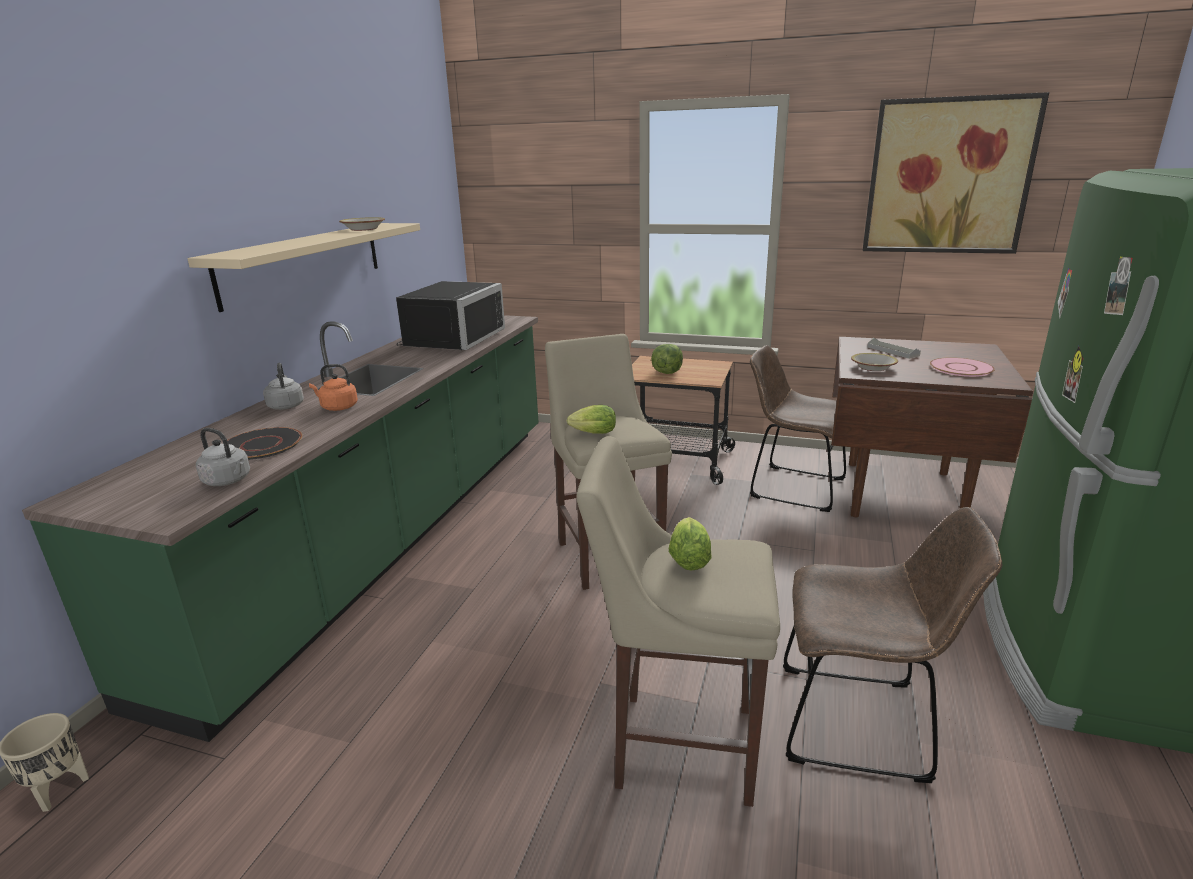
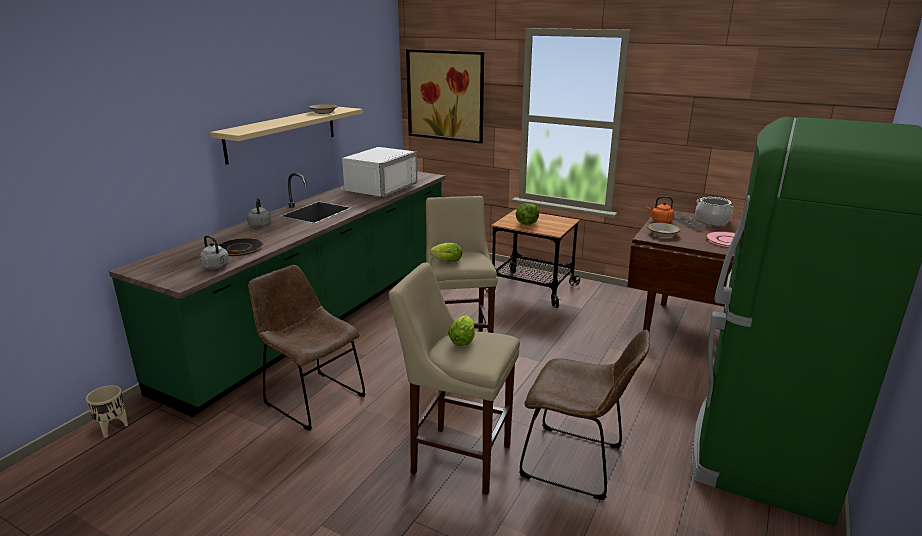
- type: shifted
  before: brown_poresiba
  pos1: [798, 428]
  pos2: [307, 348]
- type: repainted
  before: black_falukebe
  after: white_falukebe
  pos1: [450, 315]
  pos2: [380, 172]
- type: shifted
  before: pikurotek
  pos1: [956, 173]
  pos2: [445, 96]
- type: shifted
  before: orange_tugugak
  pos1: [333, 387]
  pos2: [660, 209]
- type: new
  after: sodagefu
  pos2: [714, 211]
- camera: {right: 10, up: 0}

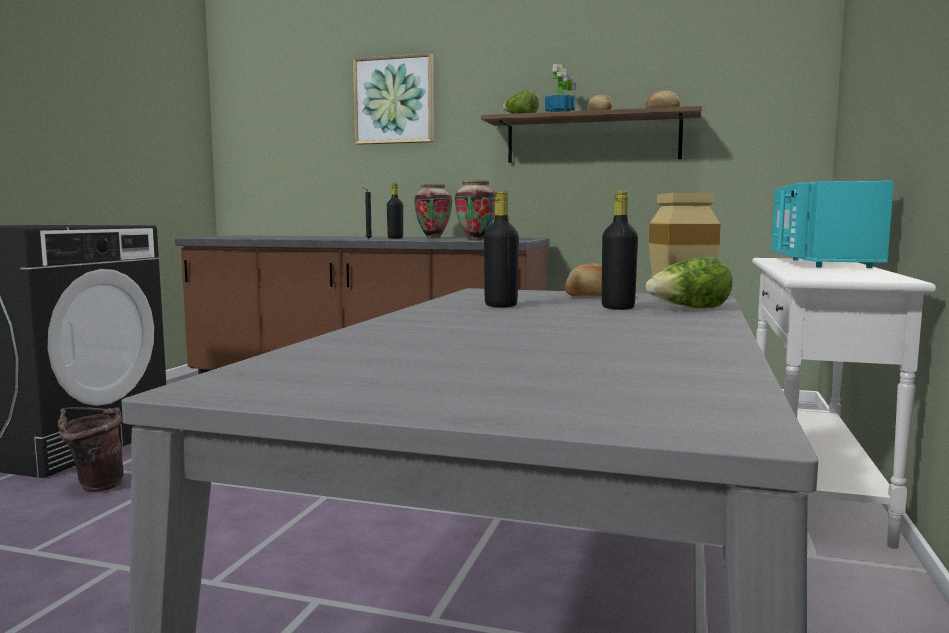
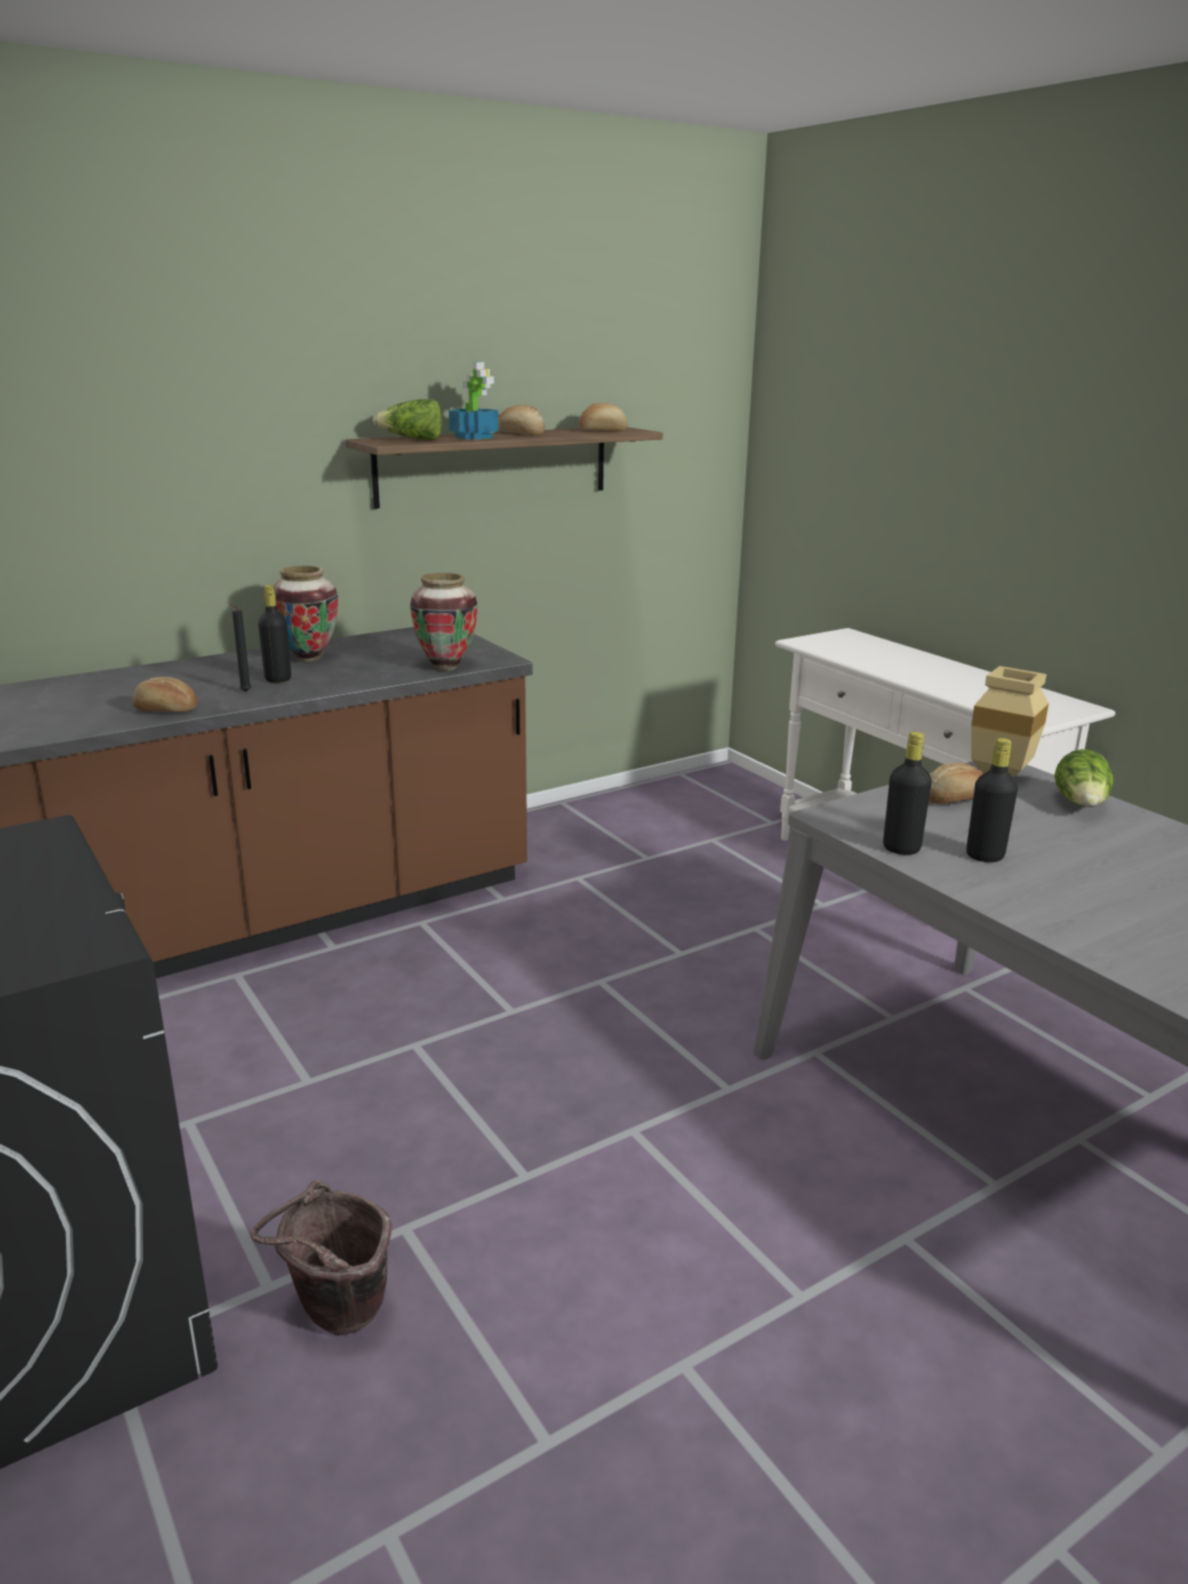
- type: new
  after: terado
  pos2: [165, 694]
- type: shifted
  before: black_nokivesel
  pos1: [620, 250]
  pos2: [907, 793]
- type: gone
  before: pikurotek
  pos1: [393, 99]
- type: gone
  before: turquoise_falukebe
  pos1: [832, 224]
- camera: {right: -50, up: 15}

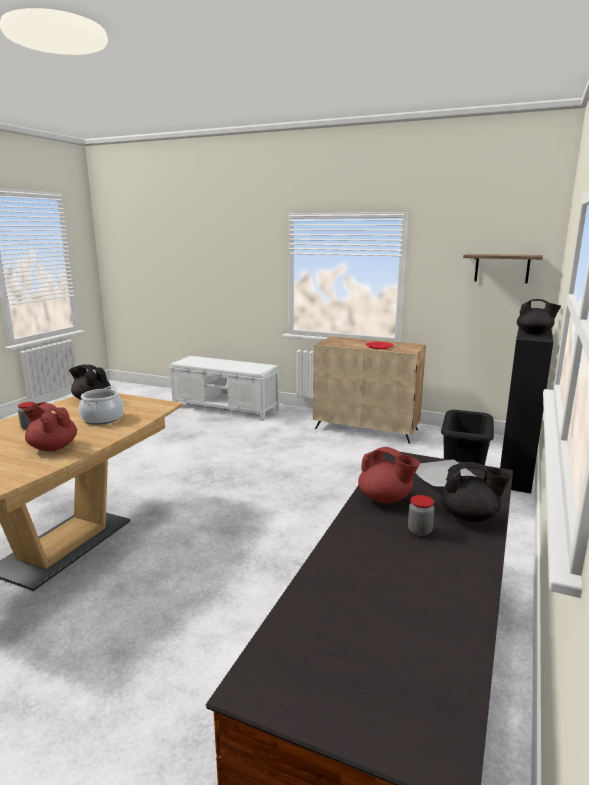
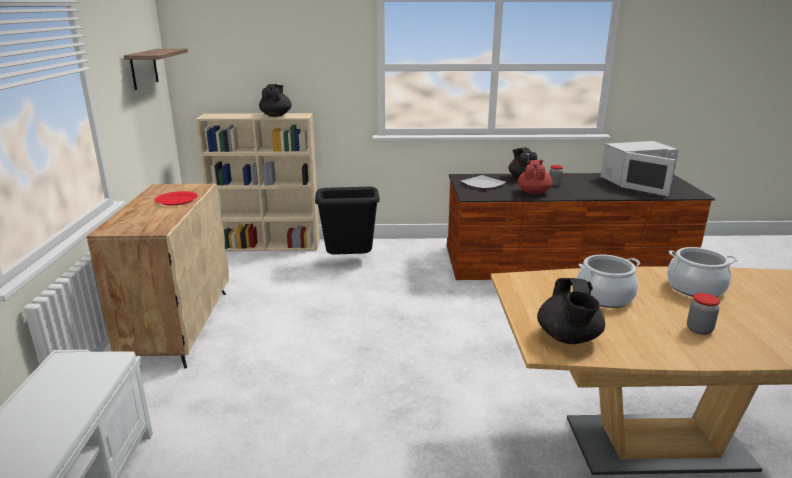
- type: repainted
  before: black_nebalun
  after: beige_nebalun
  pos1: [526, 410]
  pos2: [258, 182]
- type: new
  after: white_falukebe
  pos2: [639, 169]
- type: swapped
  before: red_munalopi
  after: sodagefu
  pos1: [50, 426]
  pos2: [702, 272]
- camera: {right: -115, up: 5}

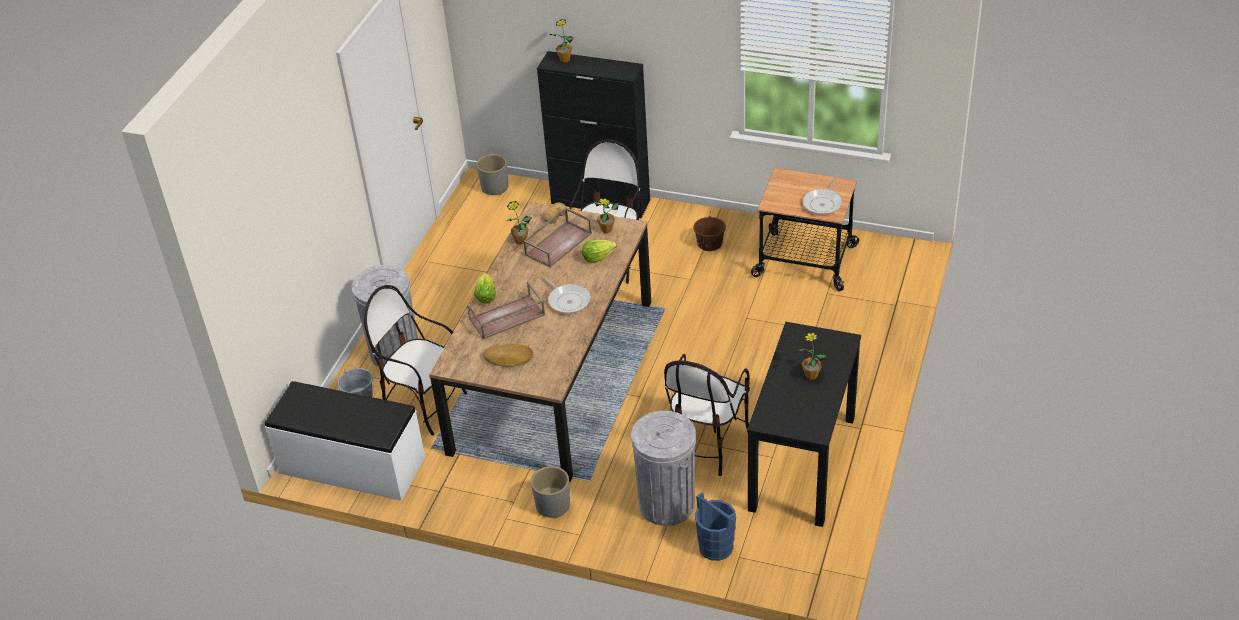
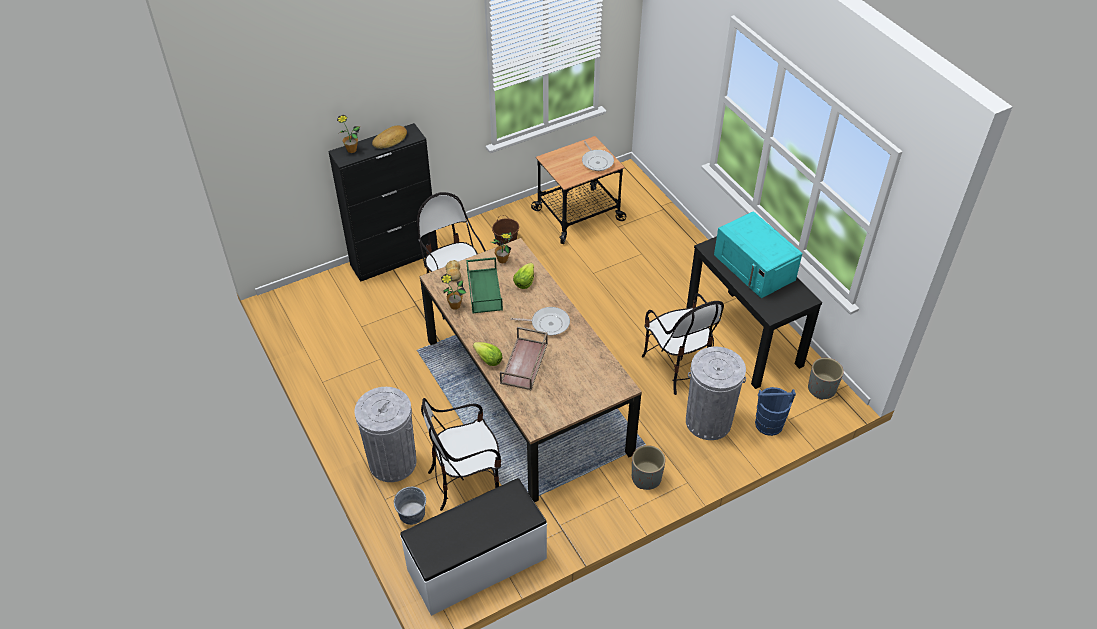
- type: shifted
  before: terado
  pos1: [508, 355]
  pos2: [389, 137]
- type: repainted
  before: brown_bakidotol
  after: green_bakidotol
  pos1: [557, 237]
  pos2: [484, 285]
- type: swapped
  before: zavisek
  after: turquoise_falukebe
  pos1: [813, 356]
  pos2: [758, 254]
- type: shifted
  before: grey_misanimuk
  pos1: [493, 174]
  pos2: [826, 379]
- camera: {right: -50, up: 5}

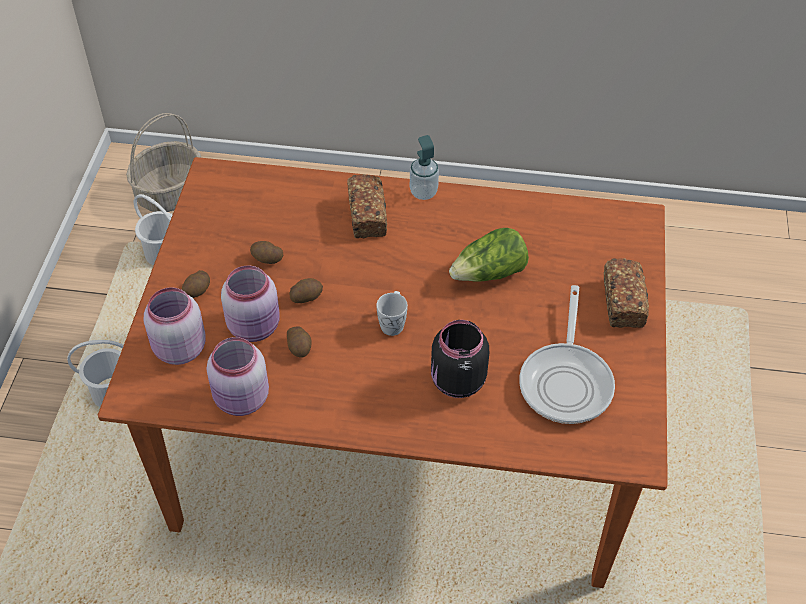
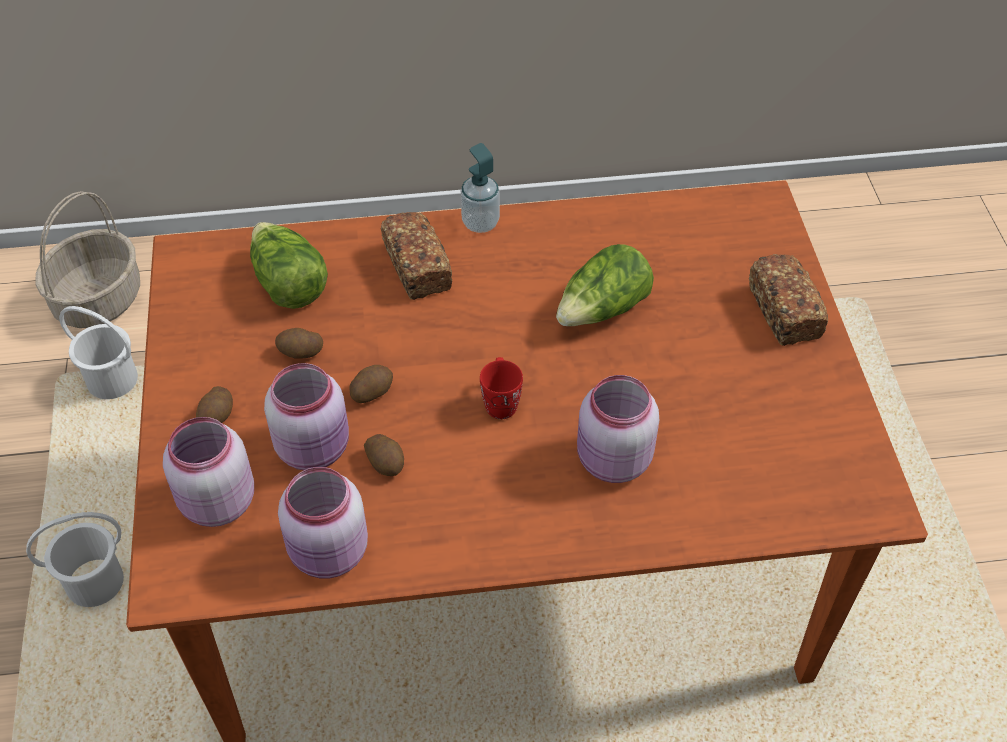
- type: new
  after: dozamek
  pos2: [289, 265]
- type: repainted
  before: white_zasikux
  after: red_zasikux
  pos1: [392, 313]
  pos2: [501, 388]
- type: repainted
  before: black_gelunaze
  after: pink_gelunaze
  pos1: [460, 359]
  pos2: [618, 429]
- type: gone
  before: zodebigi
  pos1: [567, 354]
- camera: {right: -15, up: 0}

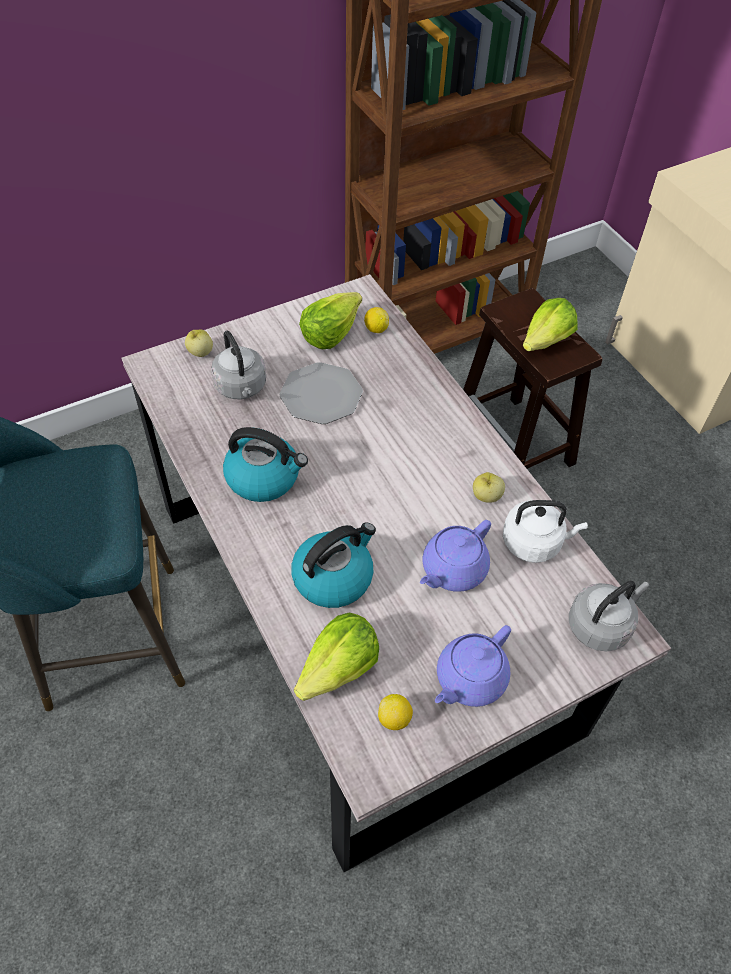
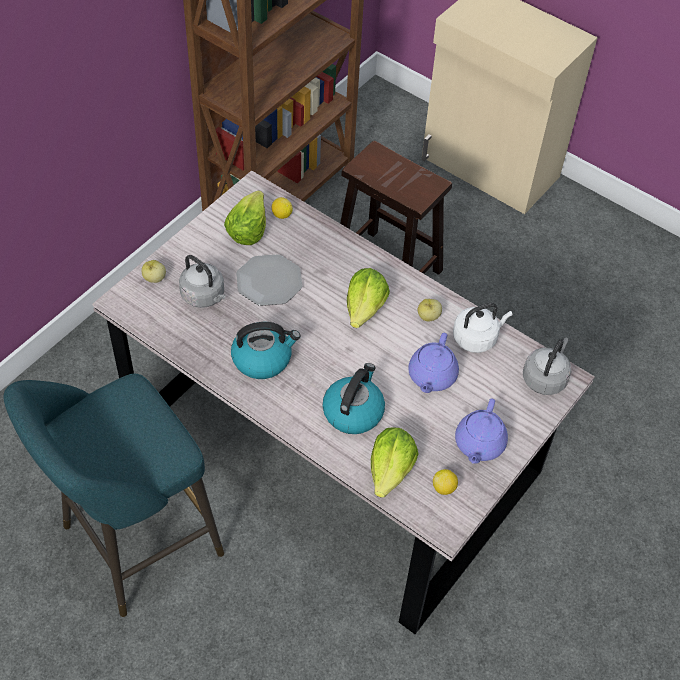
- type: shifted
  before: dozamek
  pos1: [550, 324]
  pos2: [368, 298]
- camera: {right: -25, up: 0}

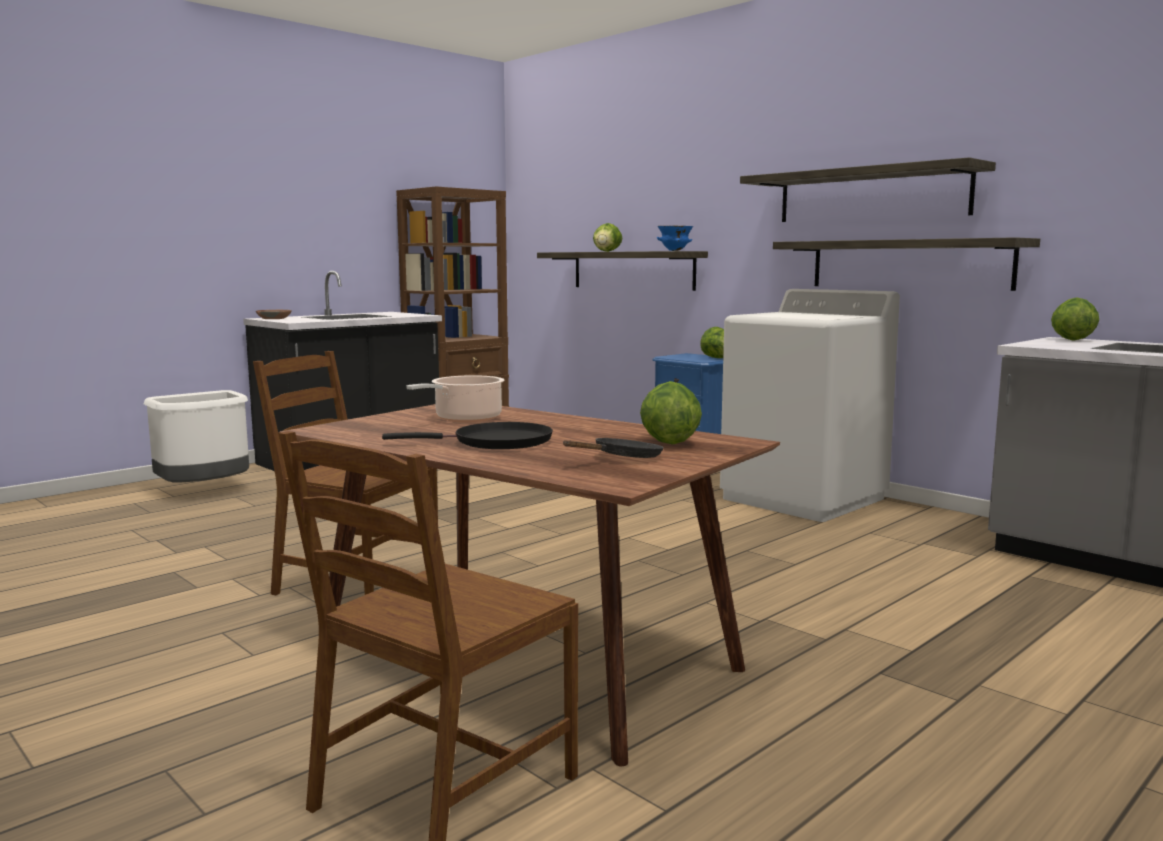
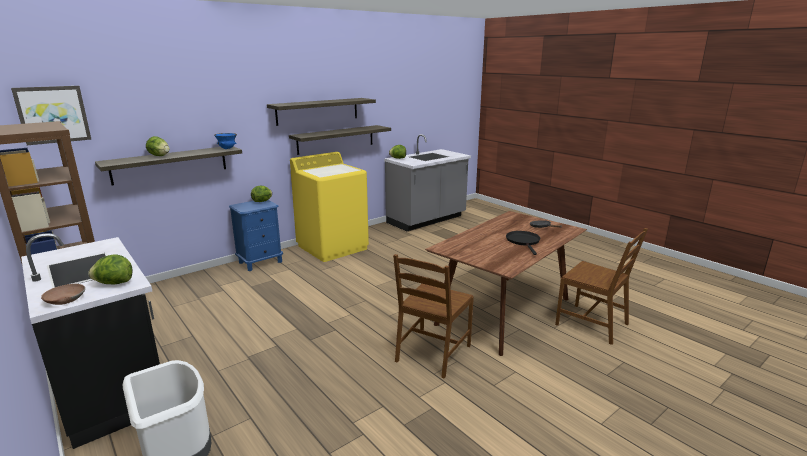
- type: new
  after: pikurotek
  pos2: [51, 115]
- type: shifted
  before: dozamek
  pos1: [671, 412]
  pos2: [110, 270]
- type: repainted
  before: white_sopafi
  after: yellow_sopafi
  pos1: [810, 405]
  pos2: [329, 207]
- type: gone
  before: sodagefu
  pos1: [455, 398]
- camera: {right: -85, up: 10}

